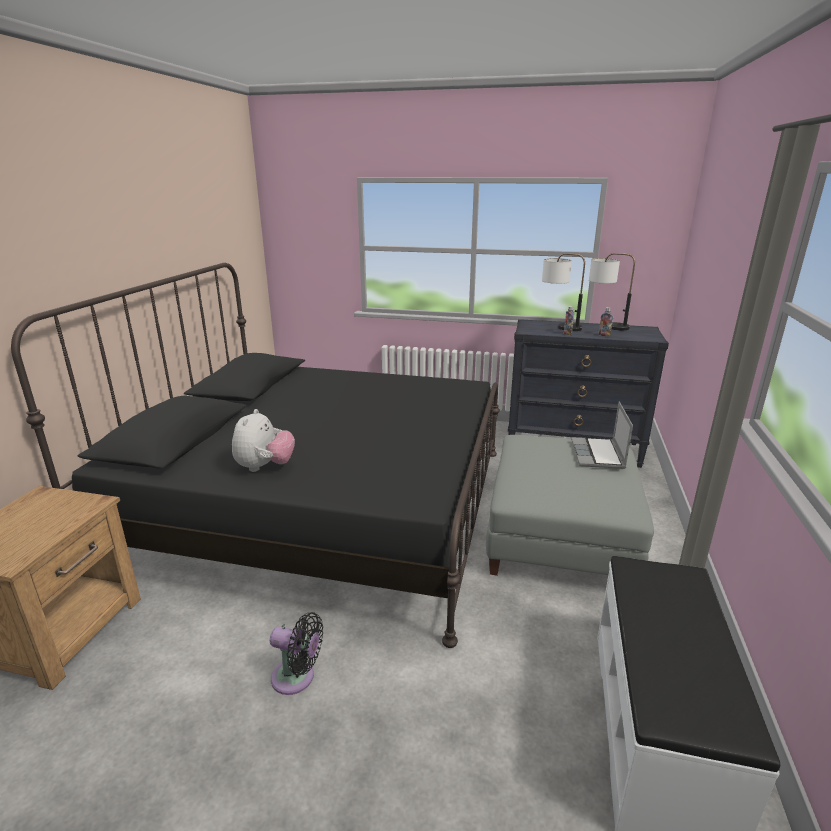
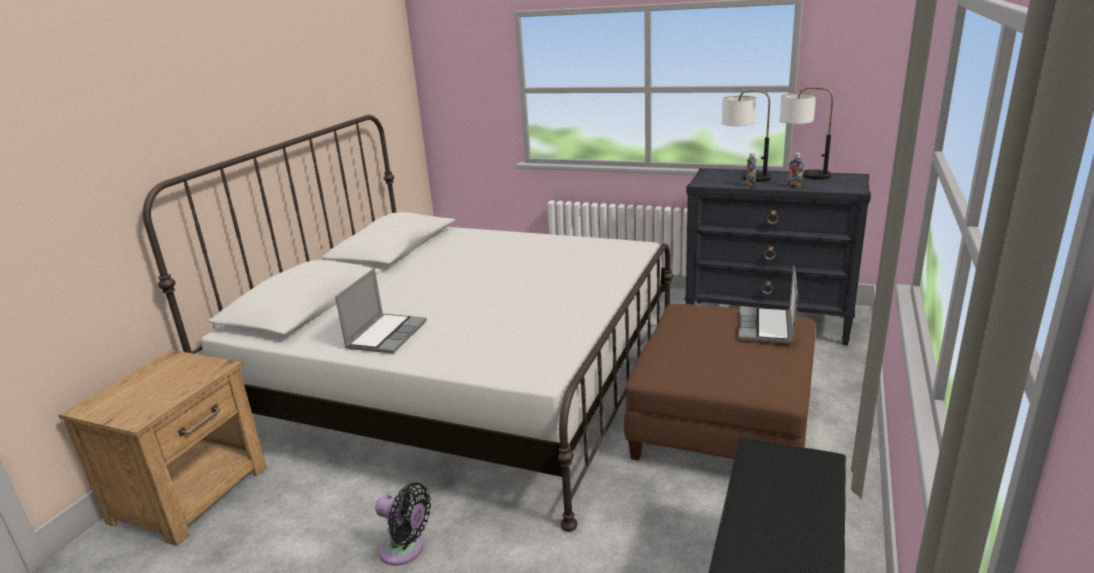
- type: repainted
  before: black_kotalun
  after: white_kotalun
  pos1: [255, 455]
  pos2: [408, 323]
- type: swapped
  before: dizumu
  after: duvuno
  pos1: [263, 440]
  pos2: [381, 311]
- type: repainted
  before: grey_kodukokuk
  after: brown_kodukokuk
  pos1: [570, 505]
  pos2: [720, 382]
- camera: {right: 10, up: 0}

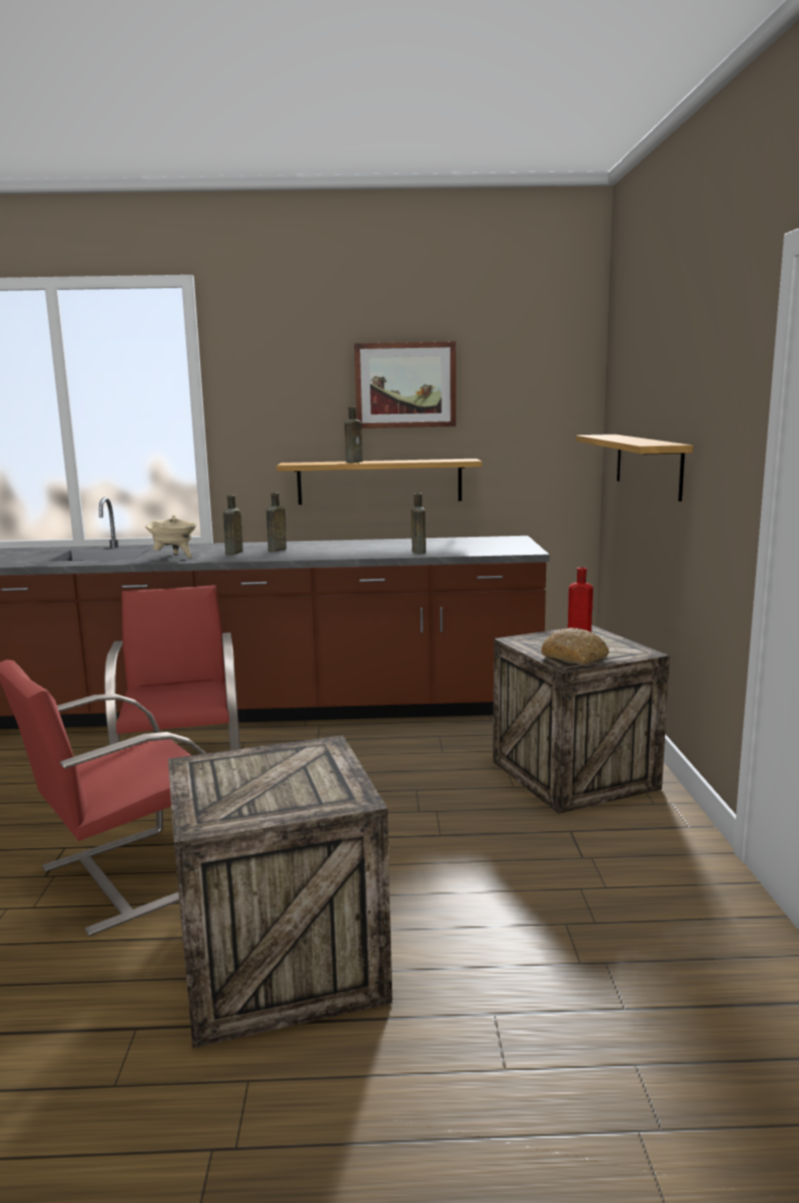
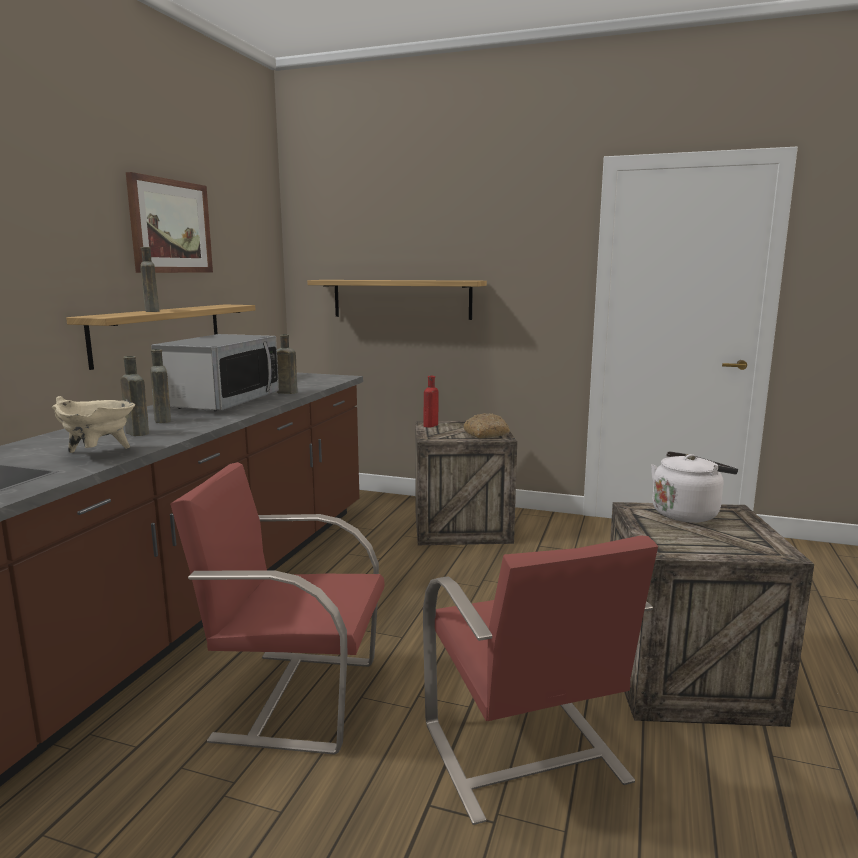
- type: new
  after: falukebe
  pos2: [215, 372]
- type: new
  after: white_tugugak
  pos2: [694, 486]
- camera: {right: -70, up: 0}

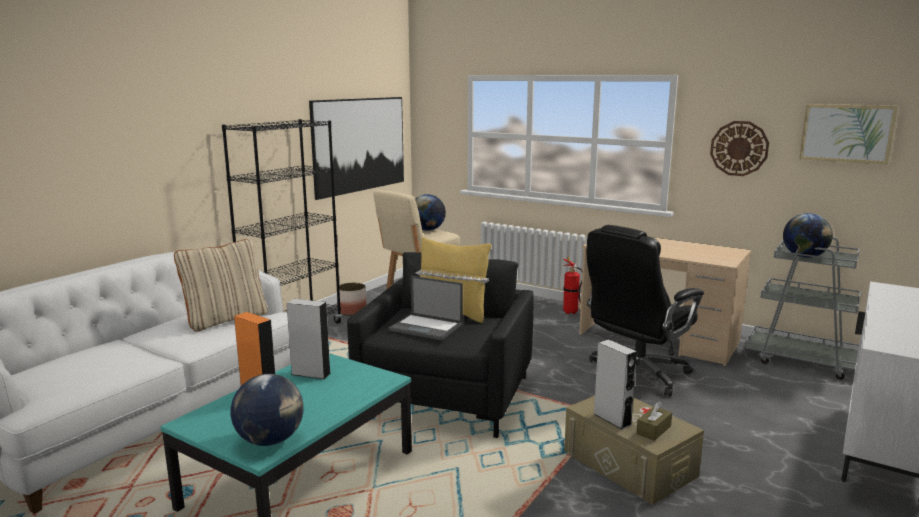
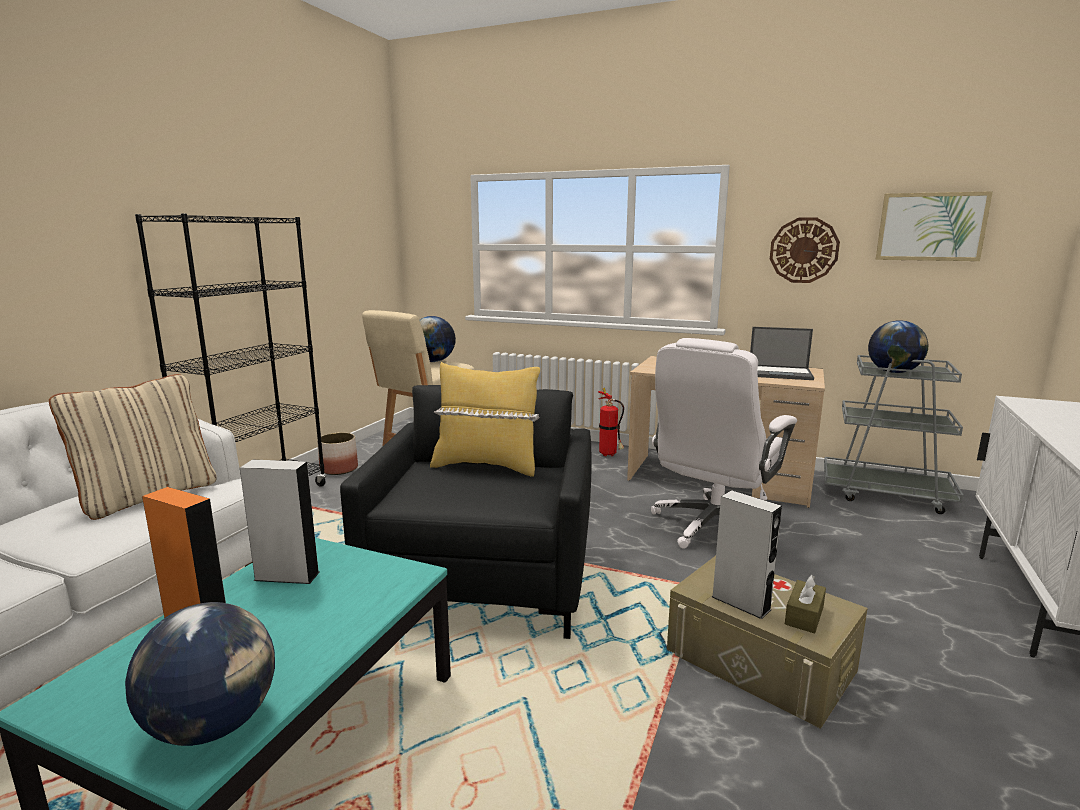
- type: repainted
  before: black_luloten
  after: white_luloten
  pos1: [645, 311]
  pos2: [724, 443]
- type: shifted
  before: duvuno
  pos1: [425, 308]
  pos2: [782, 353]
- type: gone
  before: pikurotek
  pos1: [356, 148]
- camera: {right: -10, up: 0}

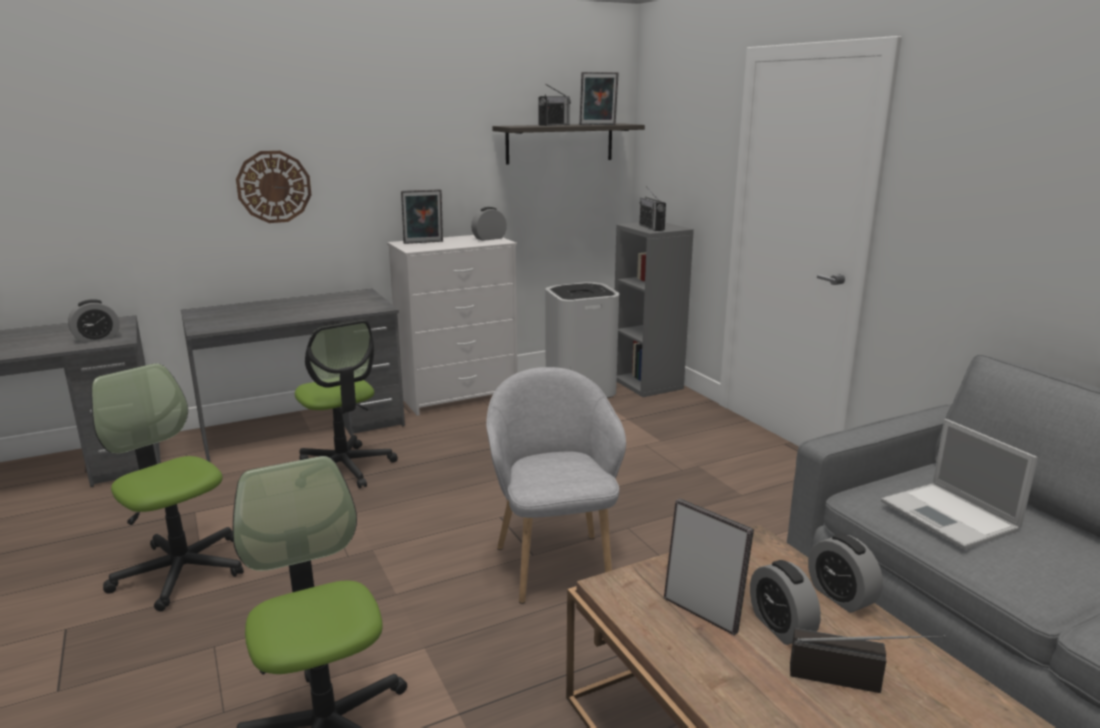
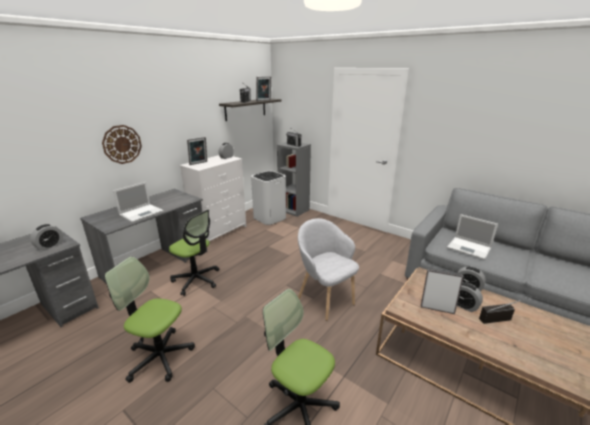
- type: new
  after: duvuno
  pos2: [138, 202]
- camera: {right: -25, up: 5}

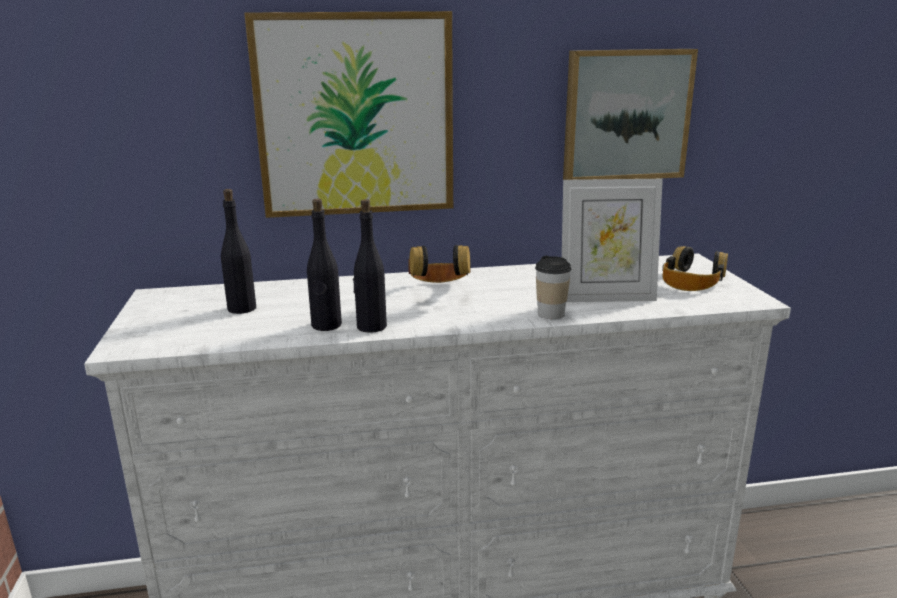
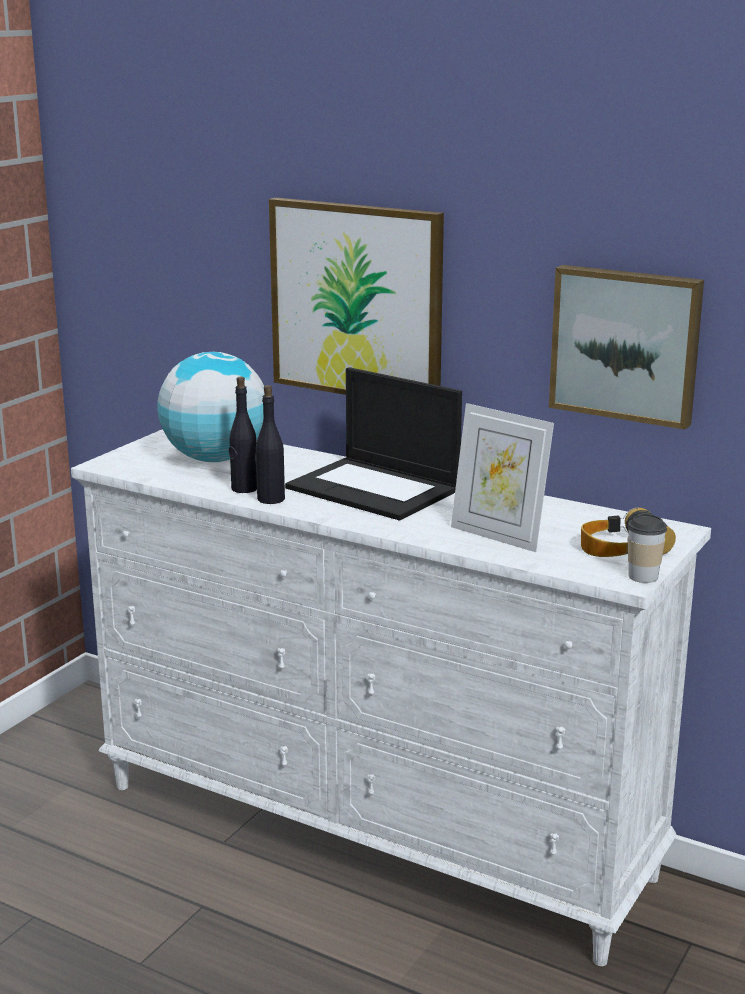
- type: swapped
  before: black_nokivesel
  after: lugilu
  pos1: [238, 251]
  pos2: [211, 407]
- type: swapped
  before: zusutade
  after: duvuno
  pos1: [439, 264]
  pos2: [373, 443]
- type: shifted
  before: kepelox
  pos1: [553, 287]
  pos2: [647, 548]
- camera: {right: 40, up: 0}

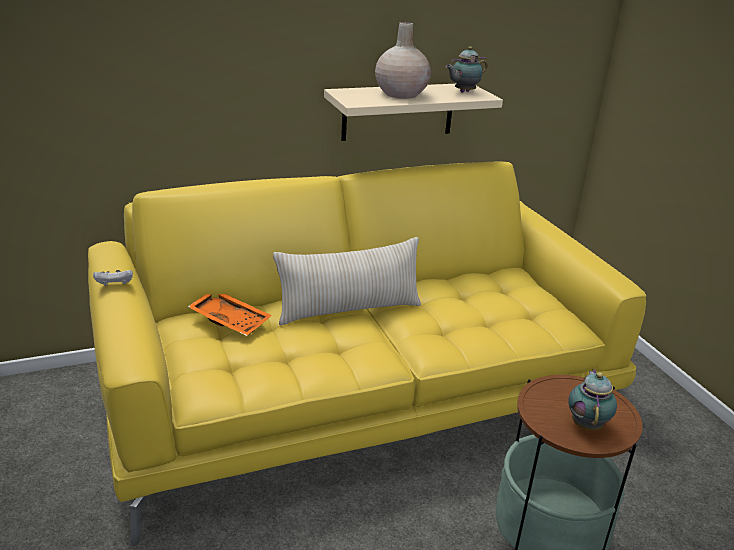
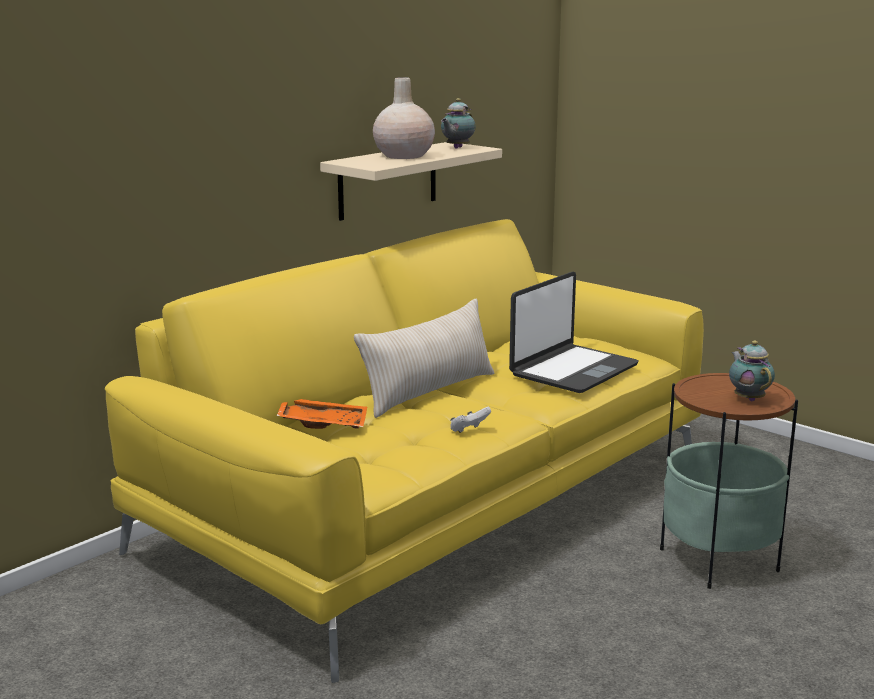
- type: shifted
  before: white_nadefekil
  pos1: [113, 278]
  pos2: [470, 420]
- type: new
  after: duvuno
  pos2: [574, 332]
- camera: {right: -25, up: -10}

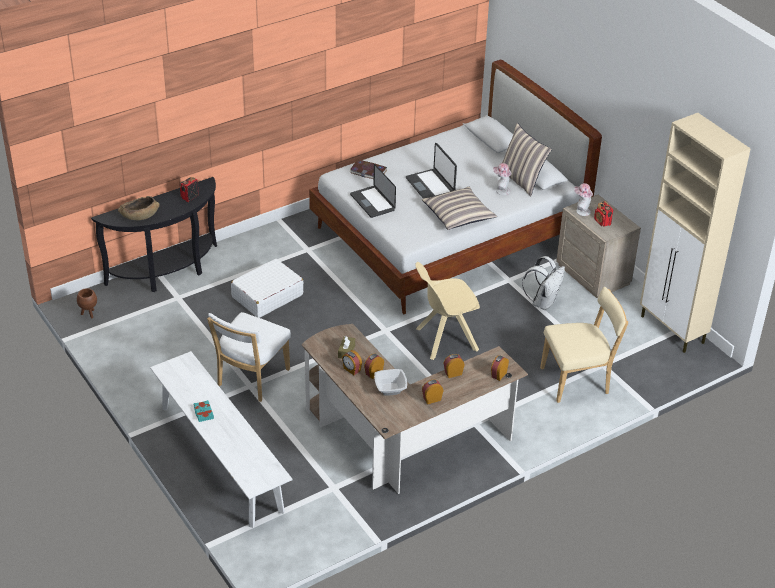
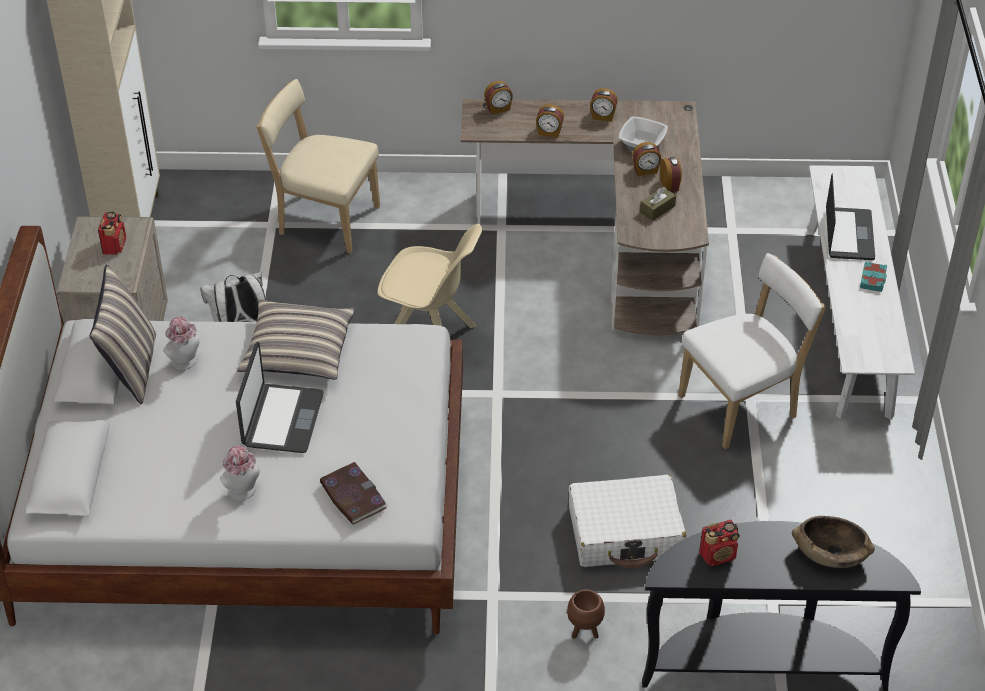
- type: shifted
  before: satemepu
  pos1: [583, 199]
  pos2: [240, 473]
- type: shifted
  before: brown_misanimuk
  pos1: [87, 303]
  pos2: [586, 614]
- type: shifted
  before: duvuno
  pos1: [373, 191]
  pos2: [850, 216]
- camera: {right: -145, up: 5}

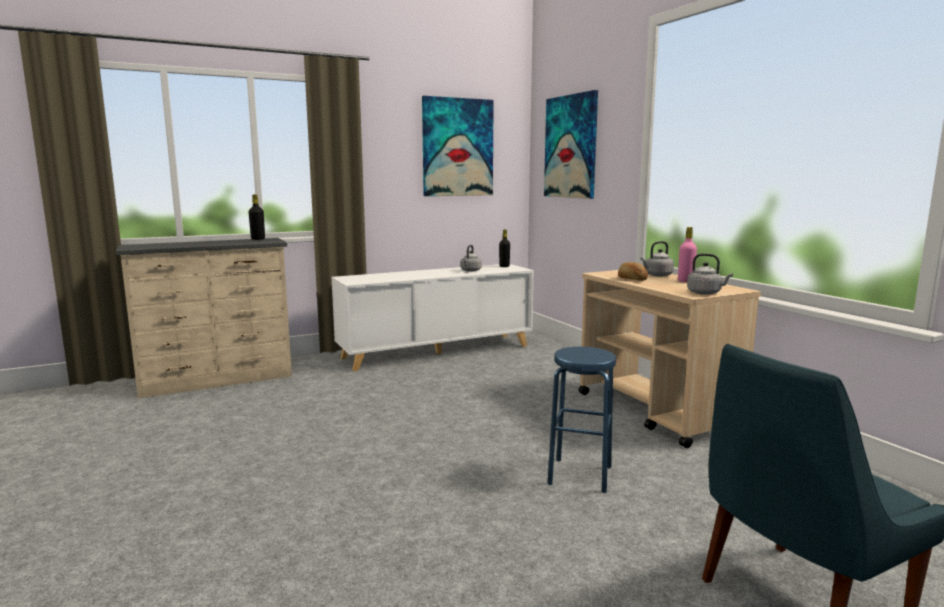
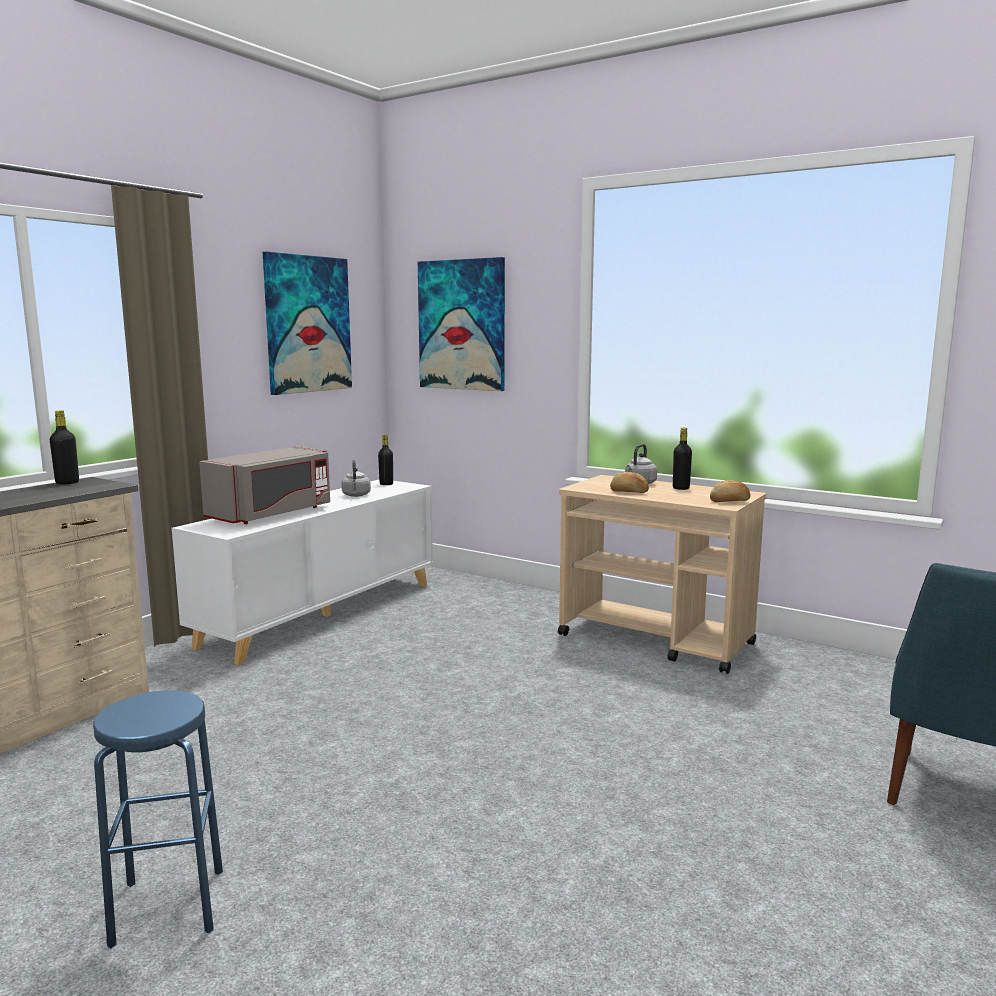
- type: shifted
  before: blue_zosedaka
  pos1: [581, 420]
  pos2: [158, 819]
- type: new
  after: grey_falukebe
  pos2: [264, 485]
- type: repainted
  before: pink_nokivesel
  after: black_nokivesel
  pos1: [687, 254]
  pos2: [682, 459]
- type: swapped
  before: grey_tugugak
  after: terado
  pos1: [710, 274]
  pos2: [730, 491]
- camera: {right: -30, up: 0}

